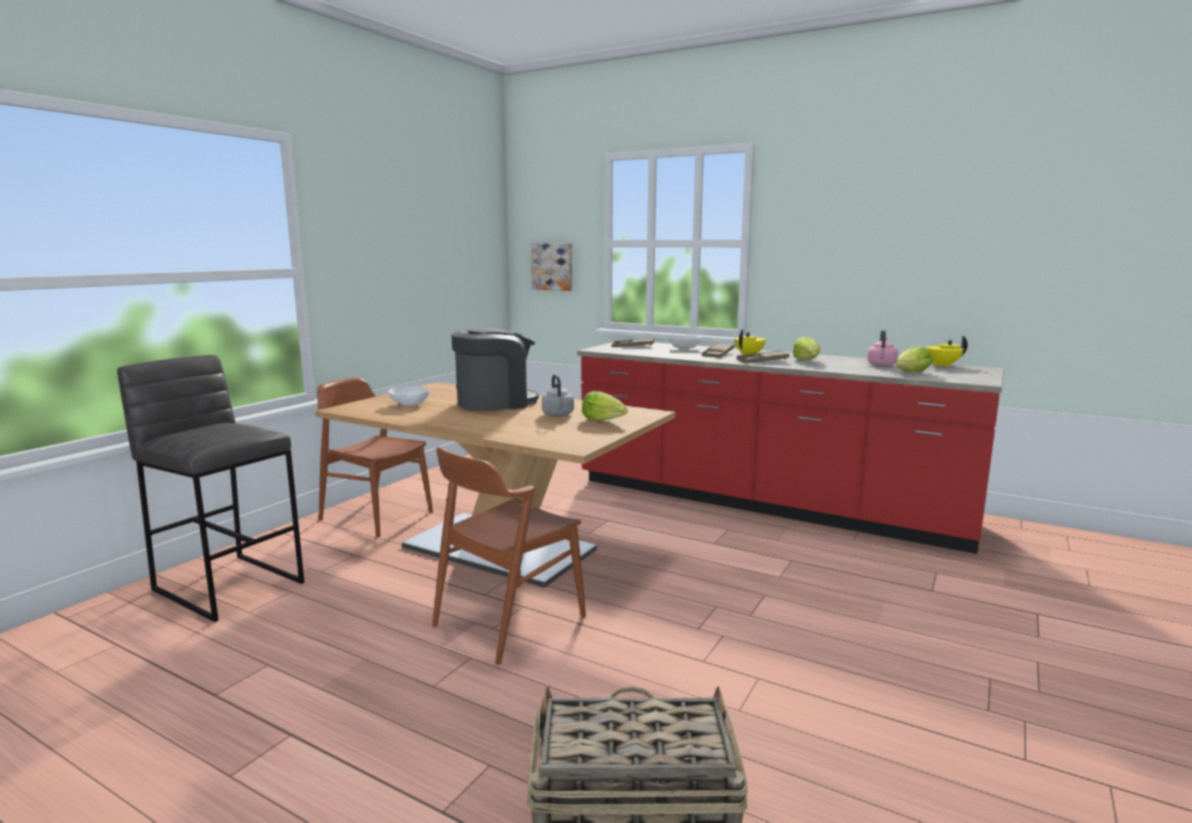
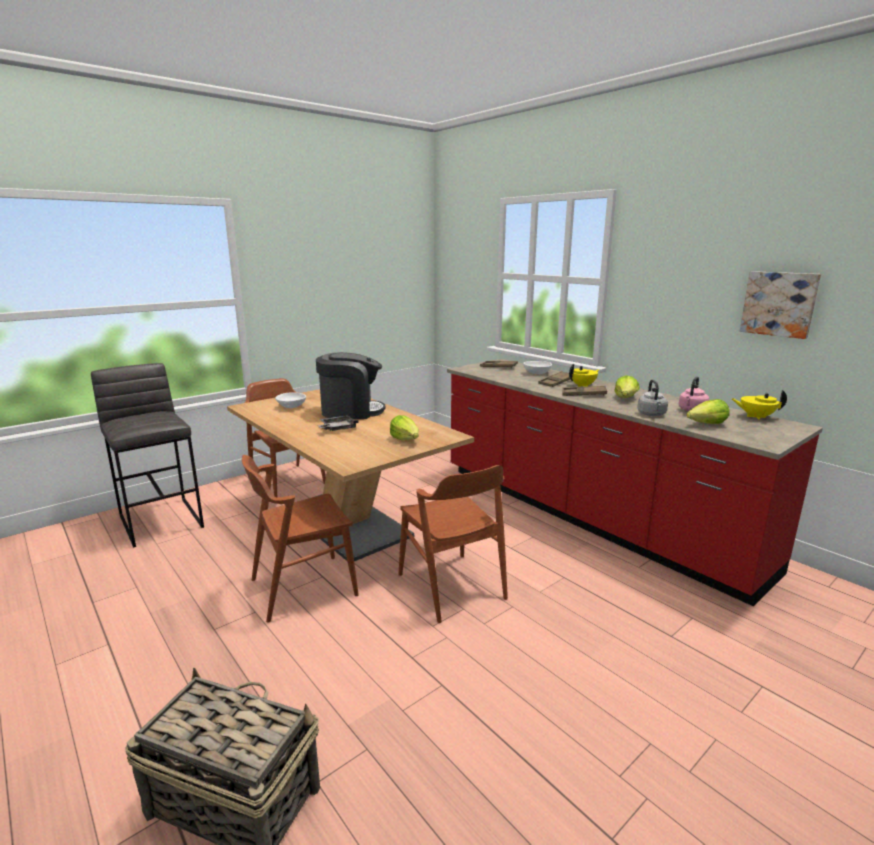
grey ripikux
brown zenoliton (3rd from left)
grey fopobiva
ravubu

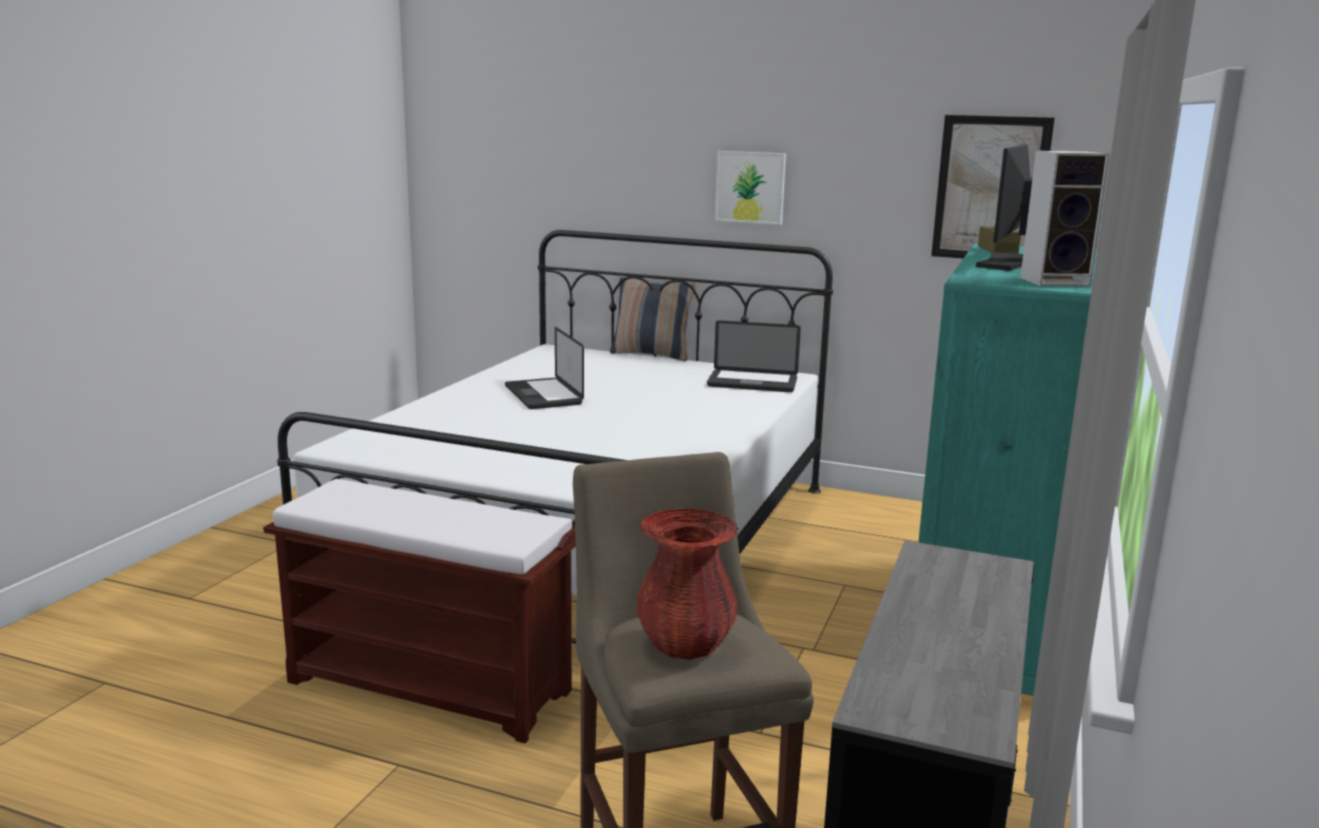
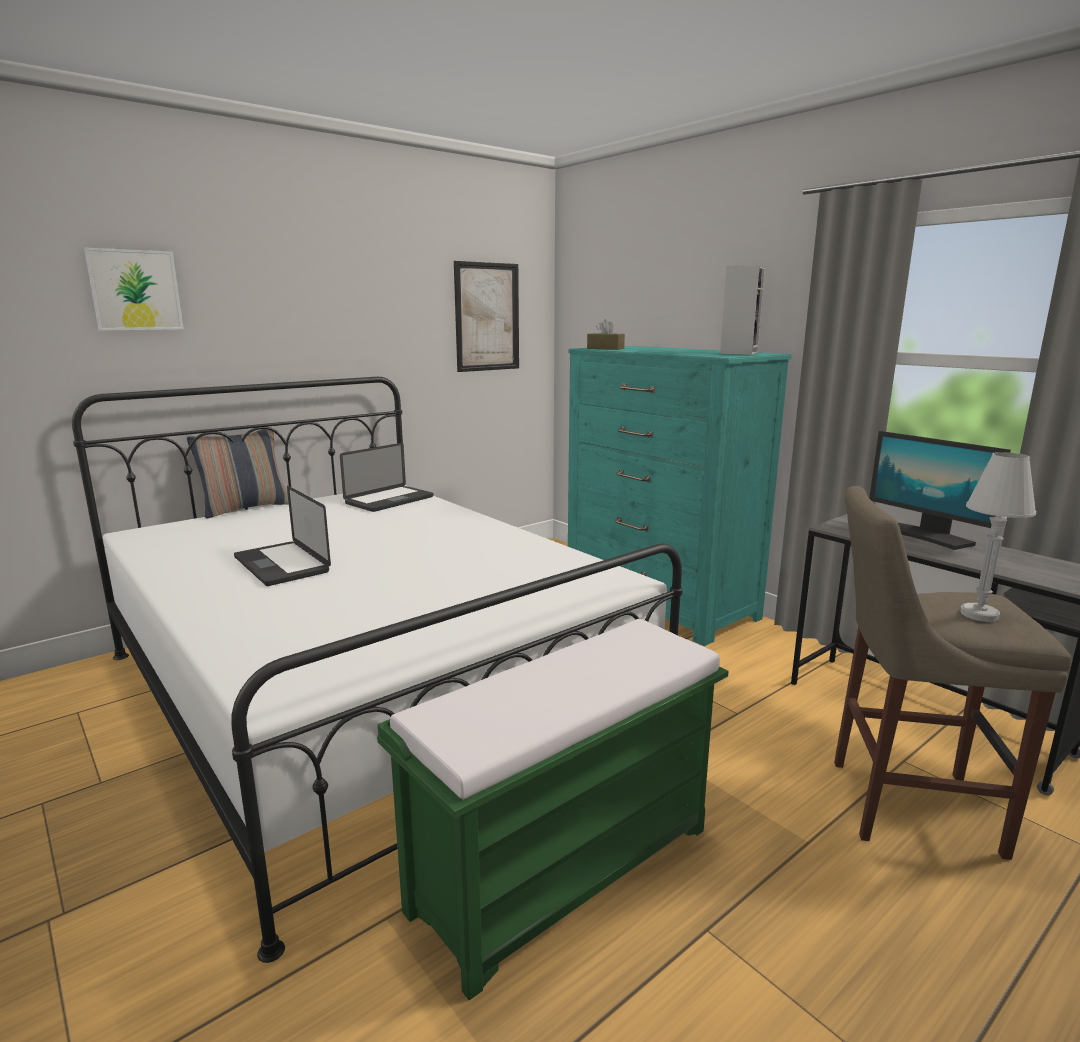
ravubu (1st from left)
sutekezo (1st from left)
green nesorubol
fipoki
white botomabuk

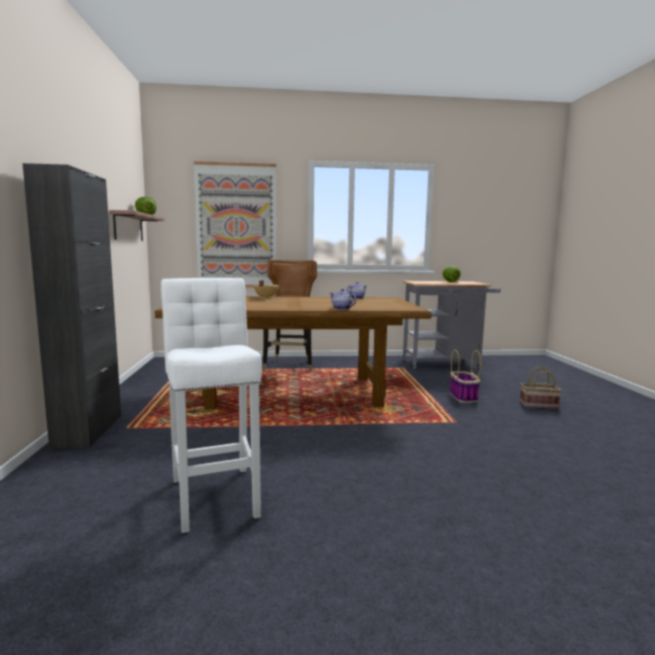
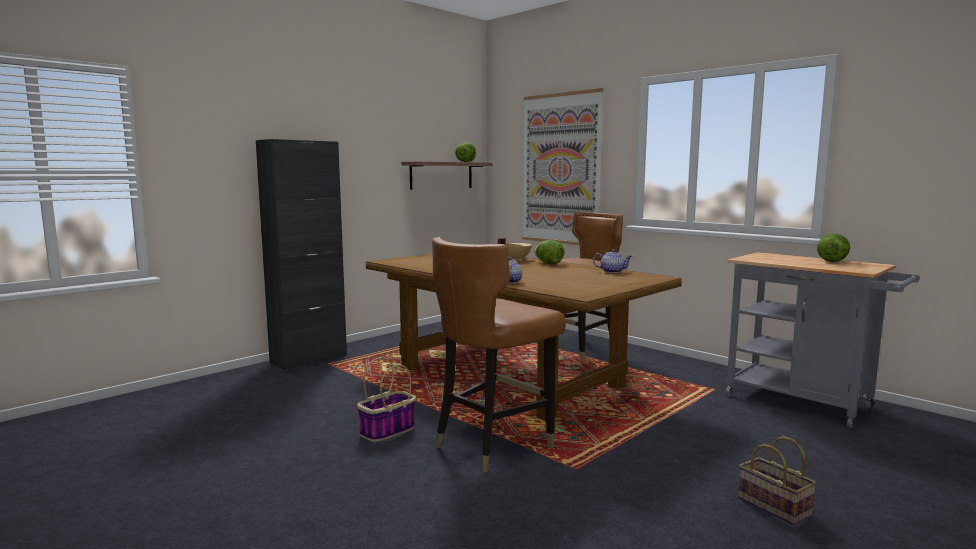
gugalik (1st from left)
brown zenoliton (1st from left)
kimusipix (2nd from left)
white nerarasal

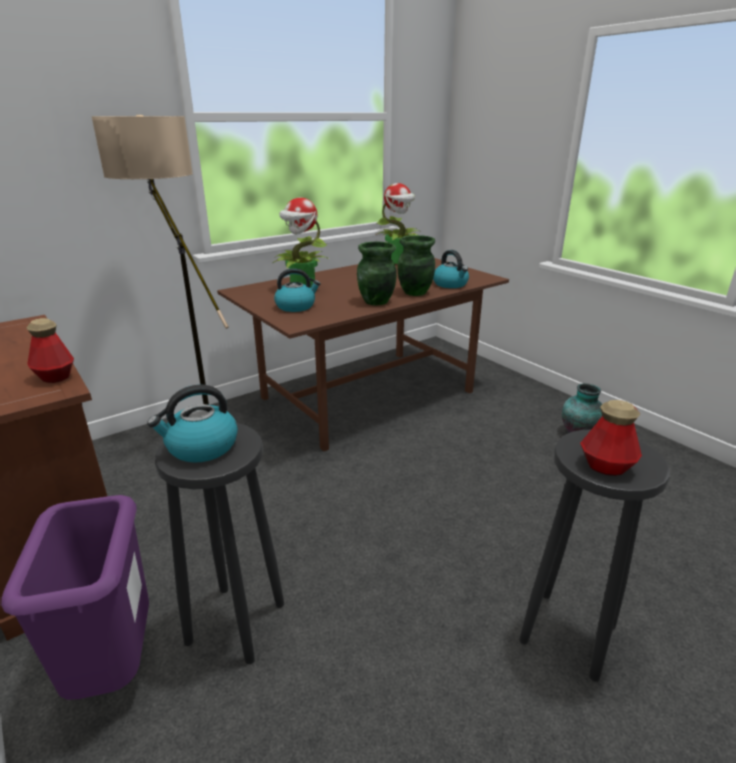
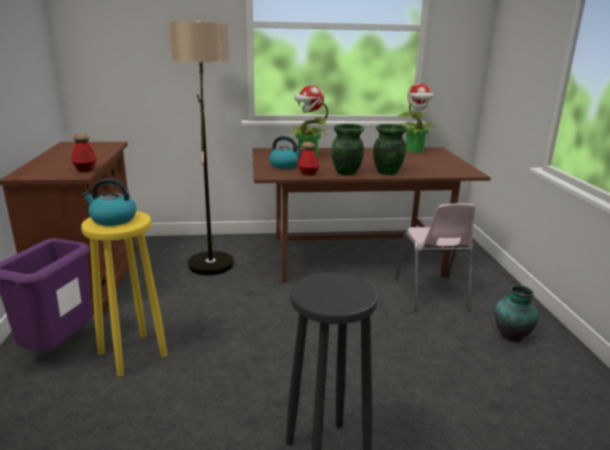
yellow nerarasal
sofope (2nd from left)
pink zenoliton
fopobiva (3rd from left in the first image)

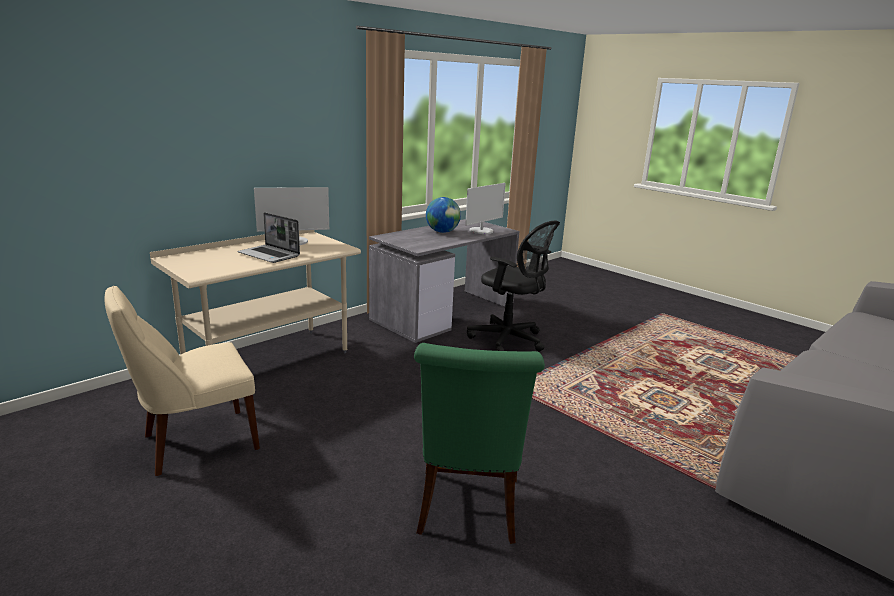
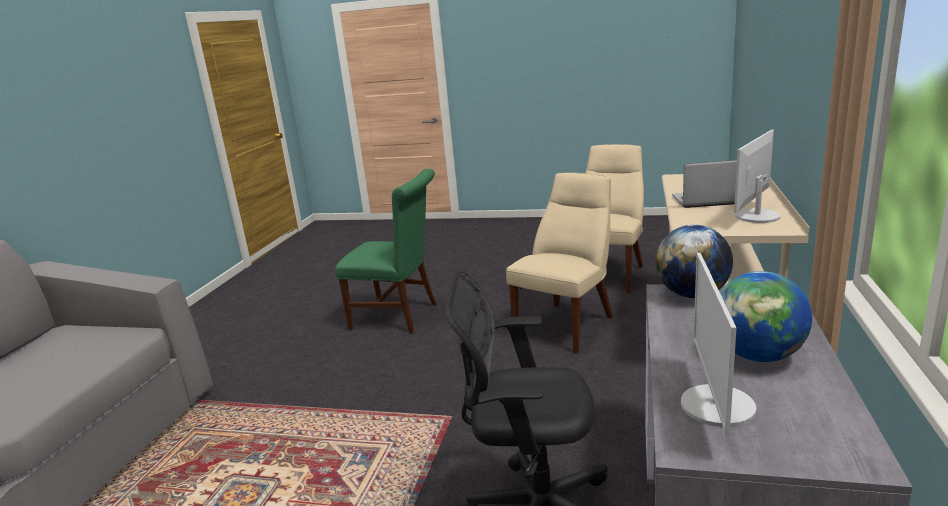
green zenoliton
beige zenoliton (1st from left)
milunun (1st from left)

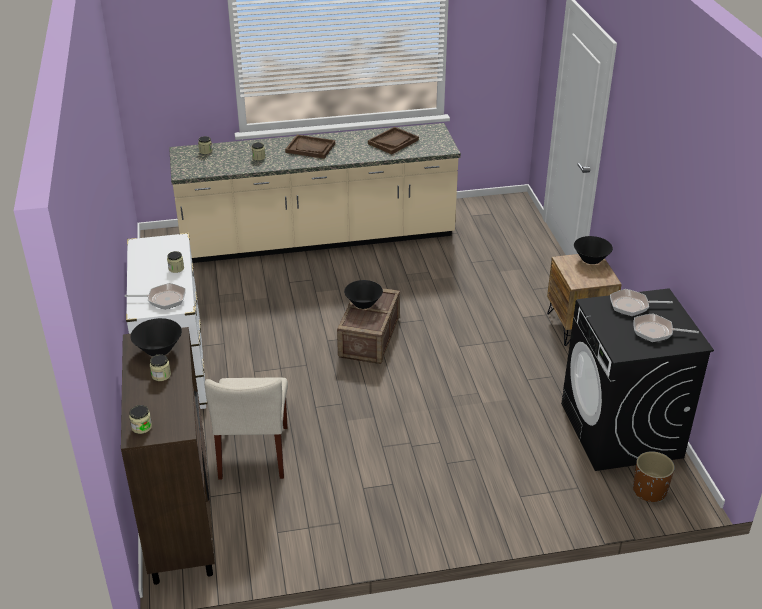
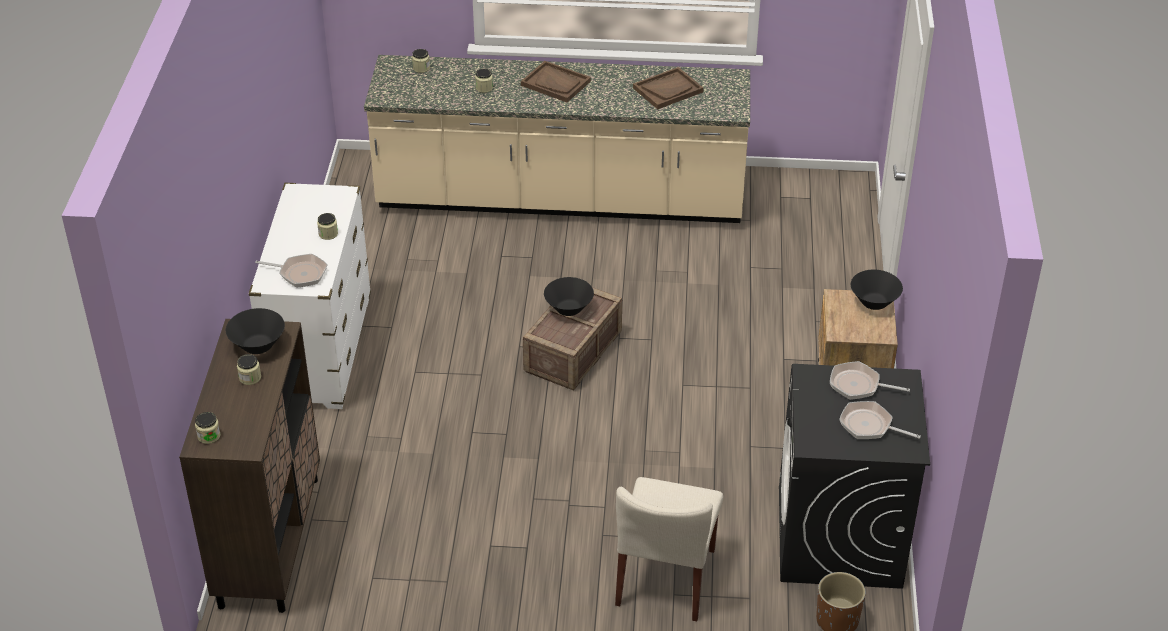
beige zenoliton

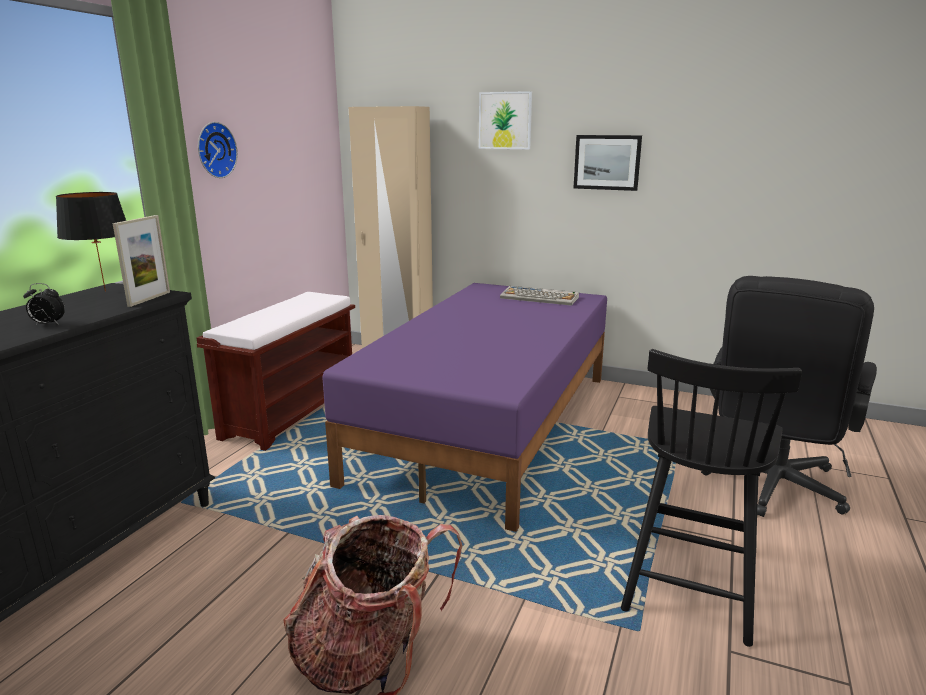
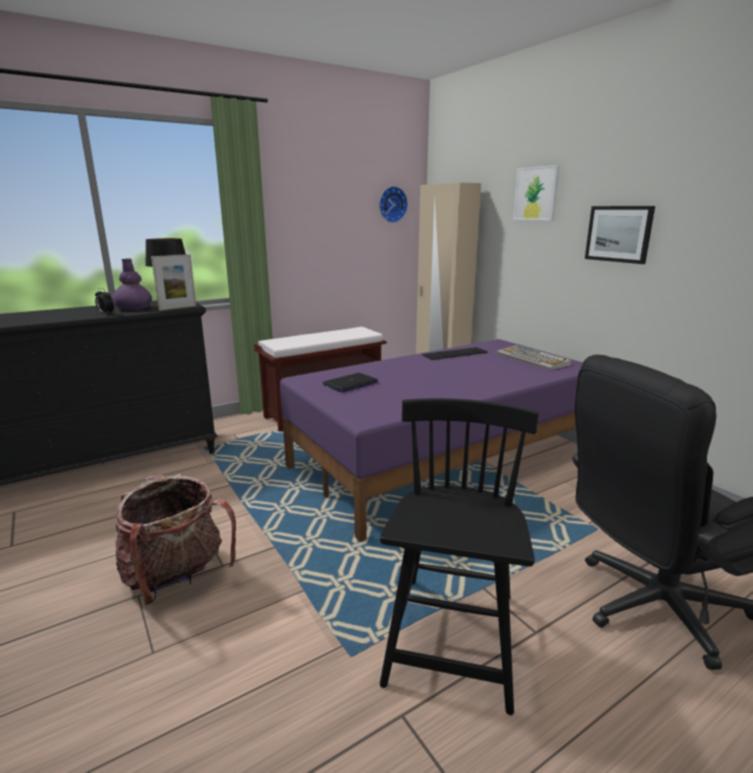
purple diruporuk
sutekezo
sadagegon
black zenoliton
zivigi (1st from left)

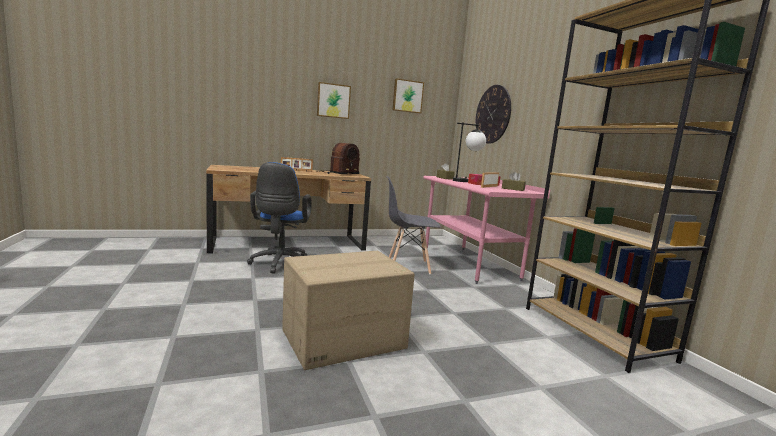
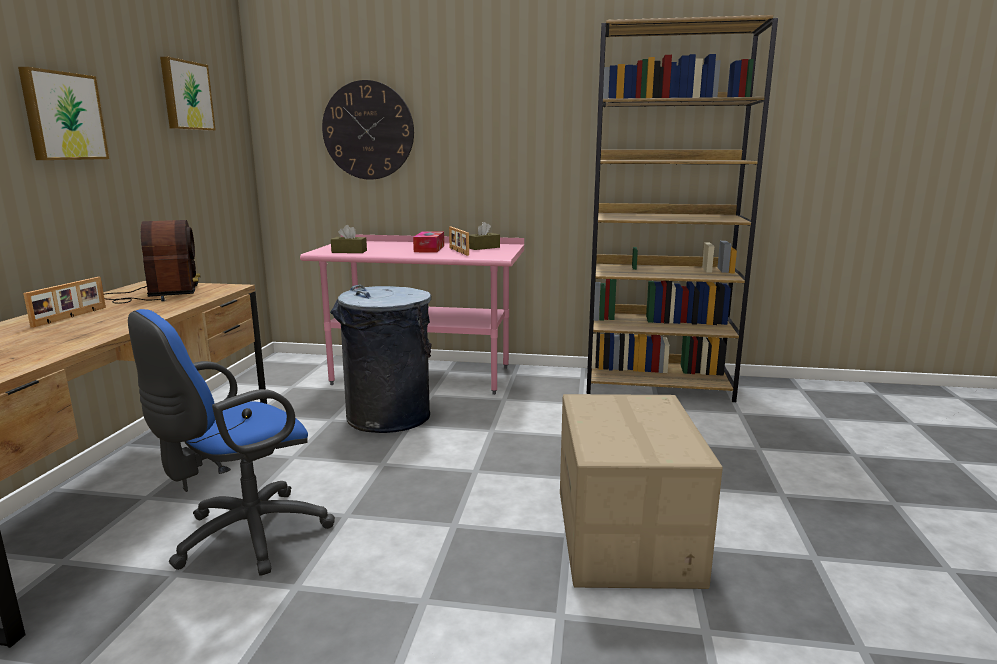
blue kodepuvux
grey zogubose
botomabuk

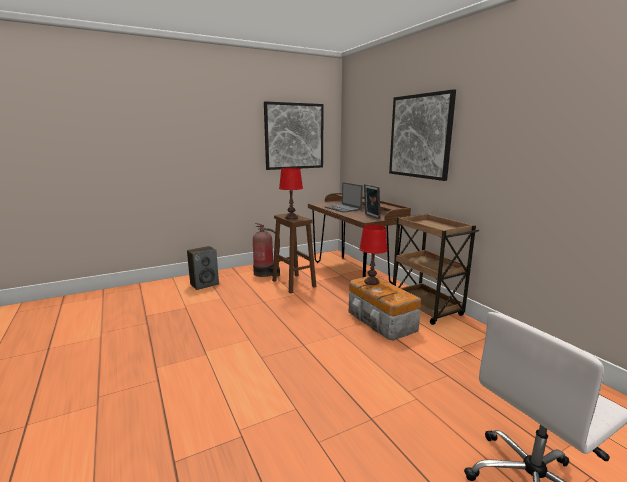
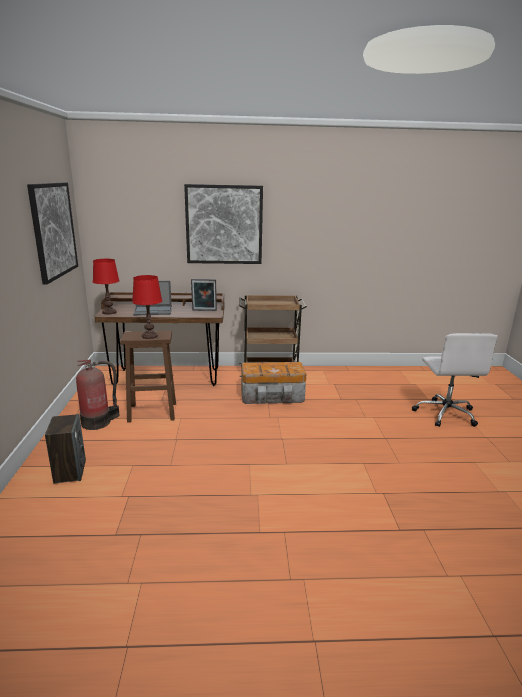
red botomabuk (1st from left)

